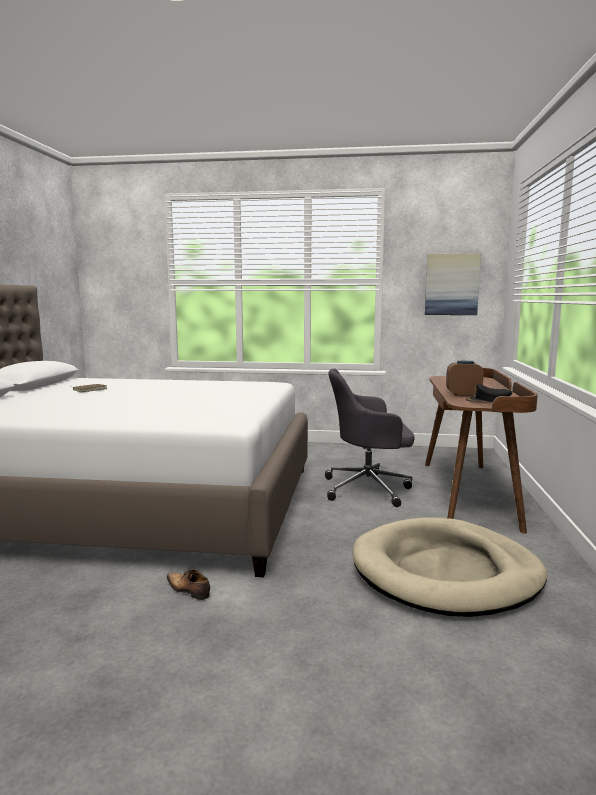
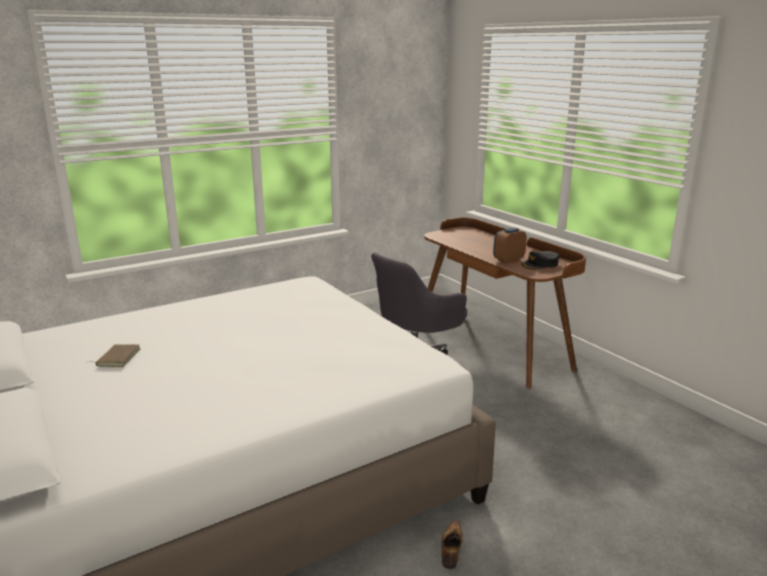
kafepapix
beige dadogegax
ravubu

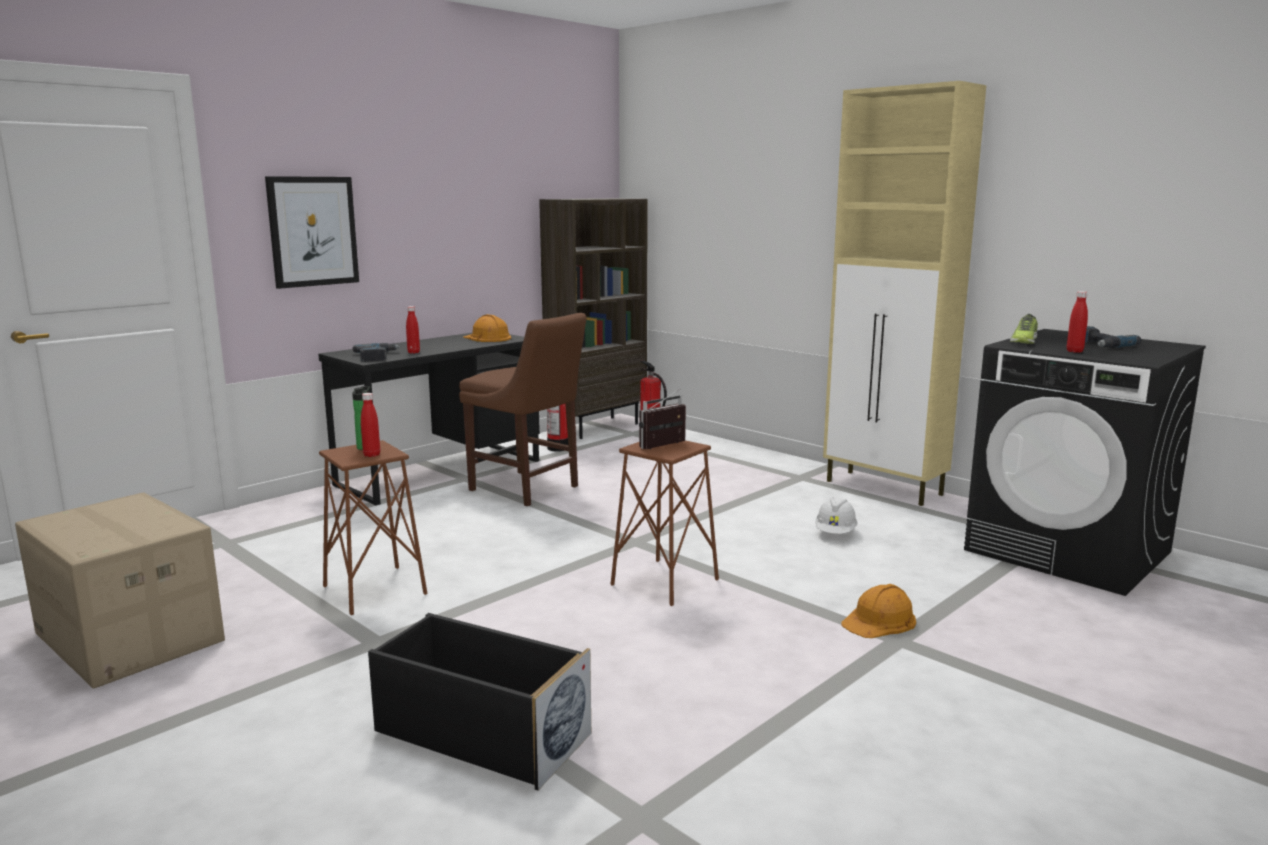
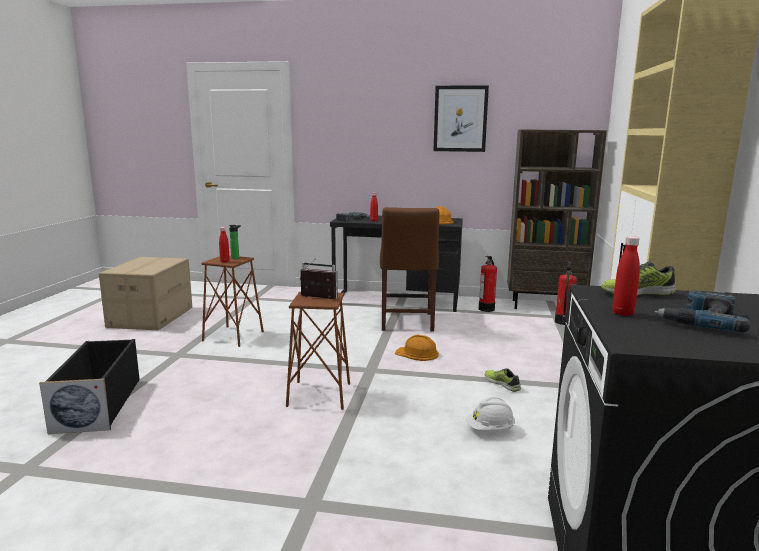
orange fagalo (1st from left)
ravubu
kafepapix (1st from left)

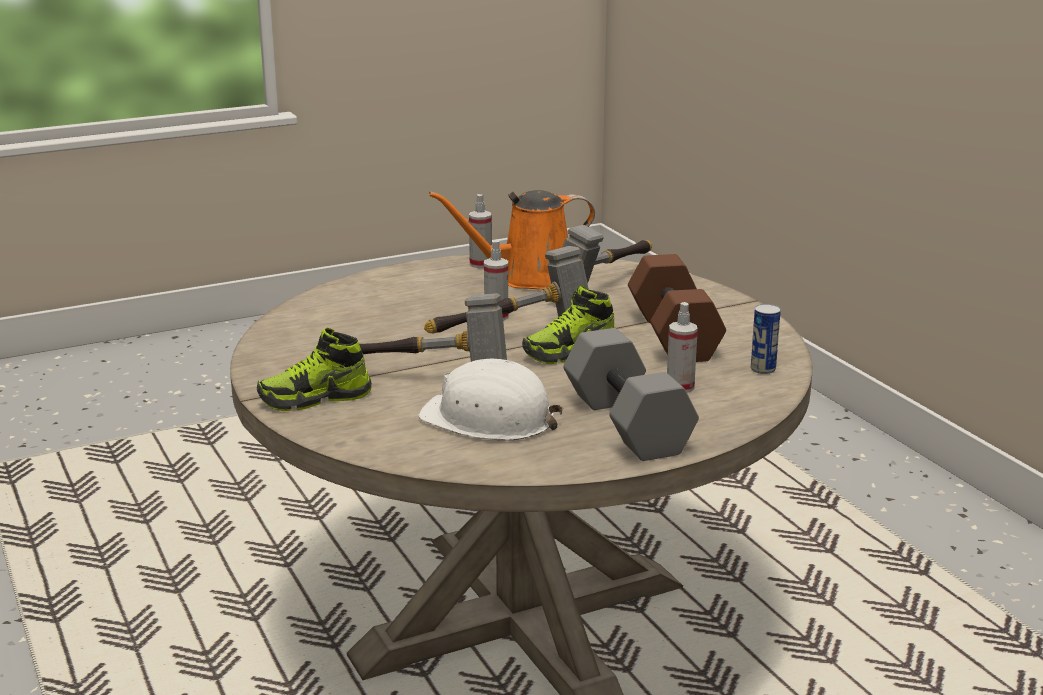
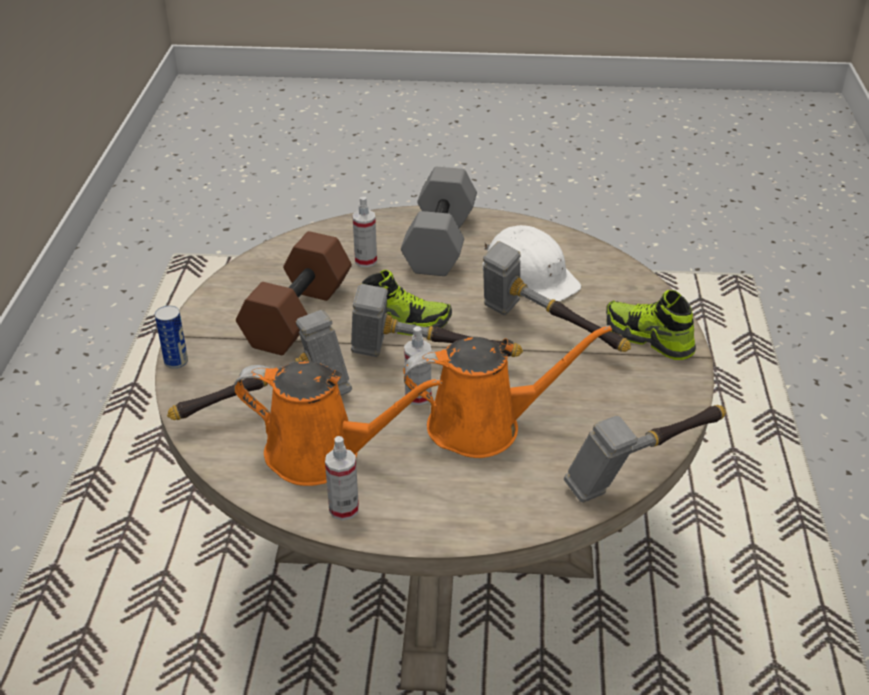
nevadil
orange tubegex (2nd from left)
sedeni (4th from left)
kafepapix (2nd from left)

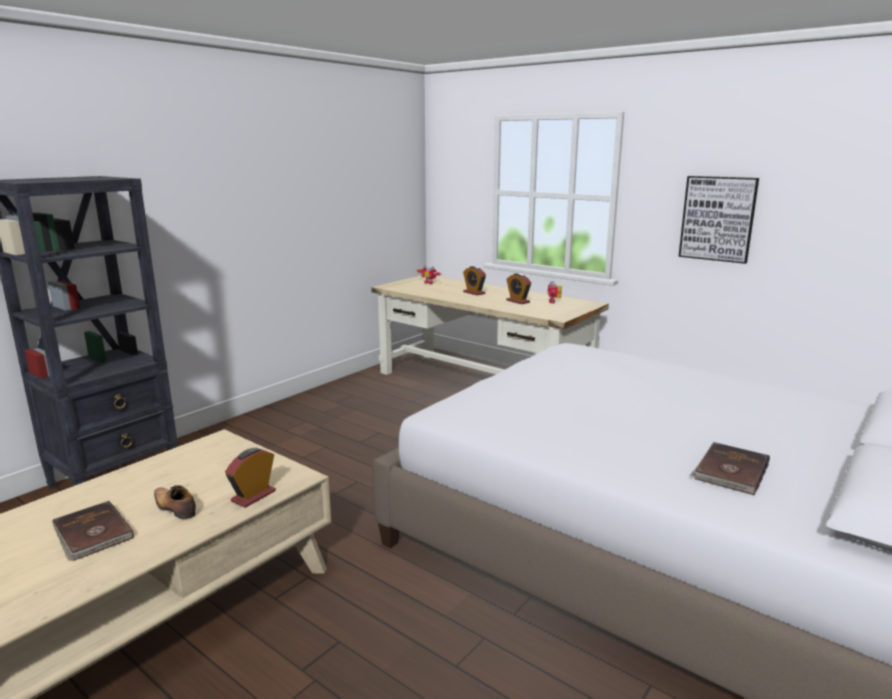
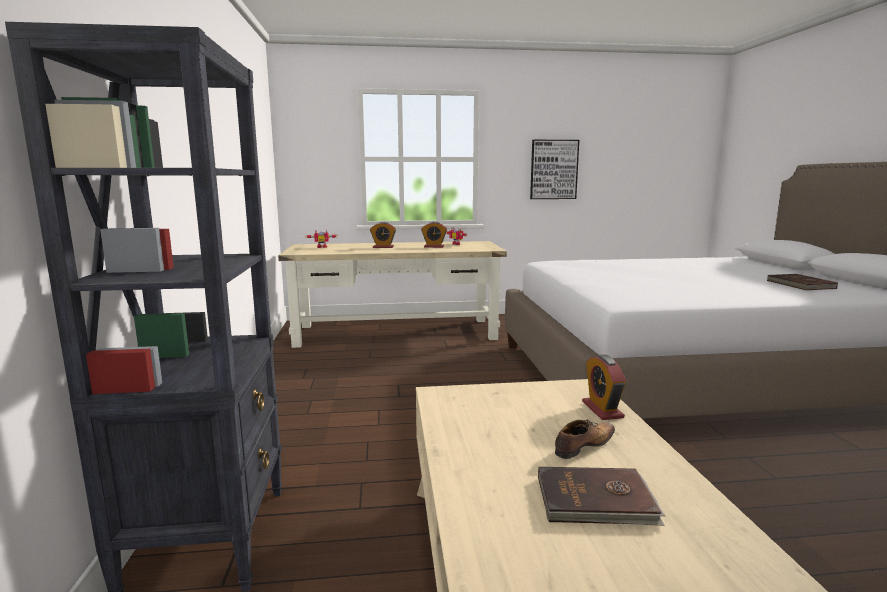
kafepapix

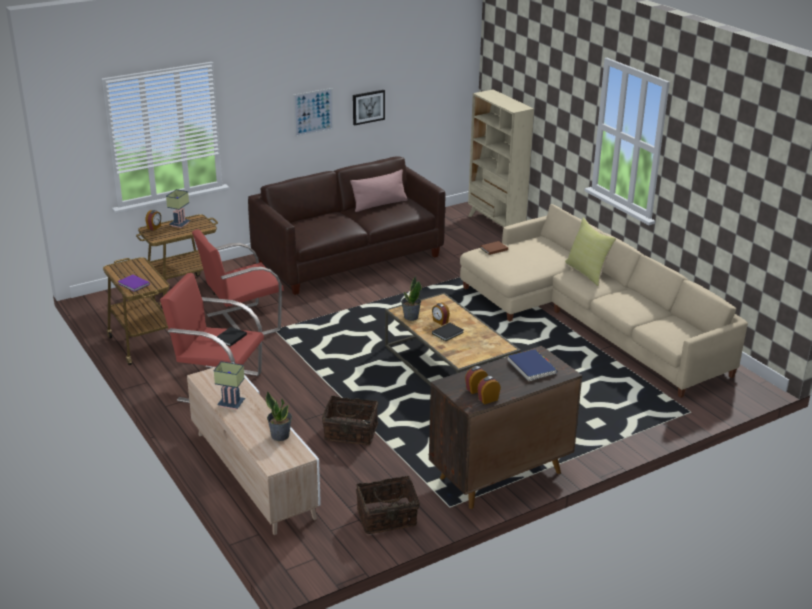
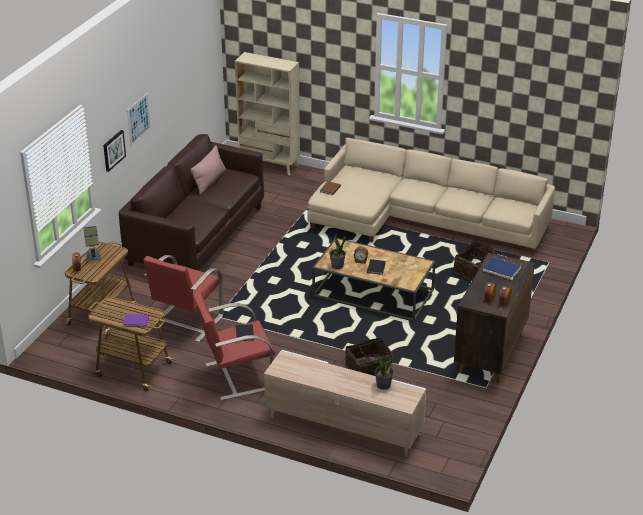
ravubu (1st from left)
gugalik (2nd from left)
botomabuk (2nd from left in the first image)
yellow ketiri

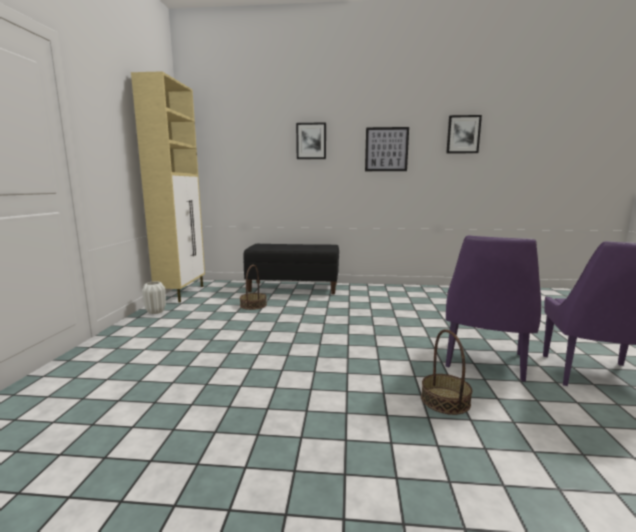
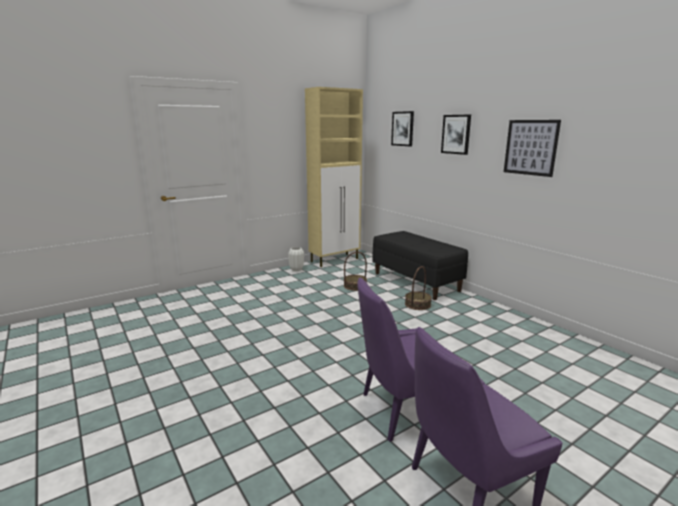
ravubu (1st from left)
gugalik (2nd from left)

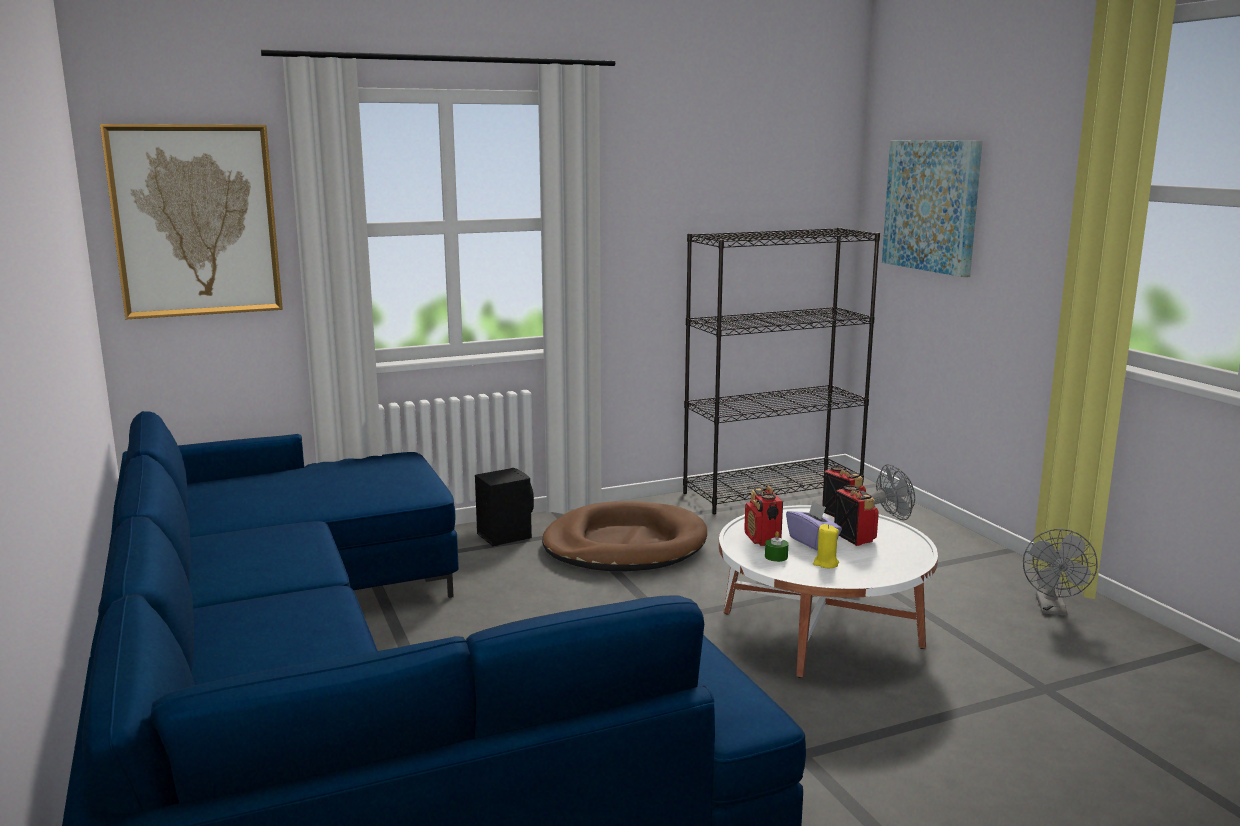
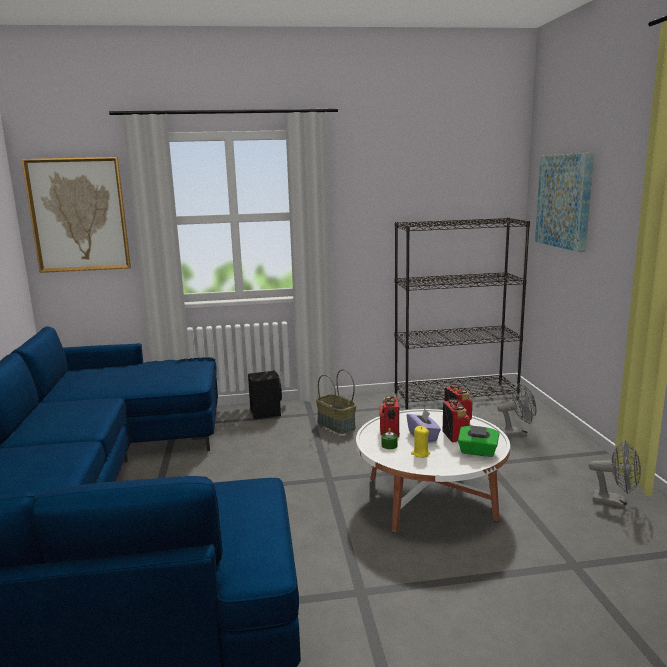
gugalik
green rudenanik
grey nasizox (2nd from left)

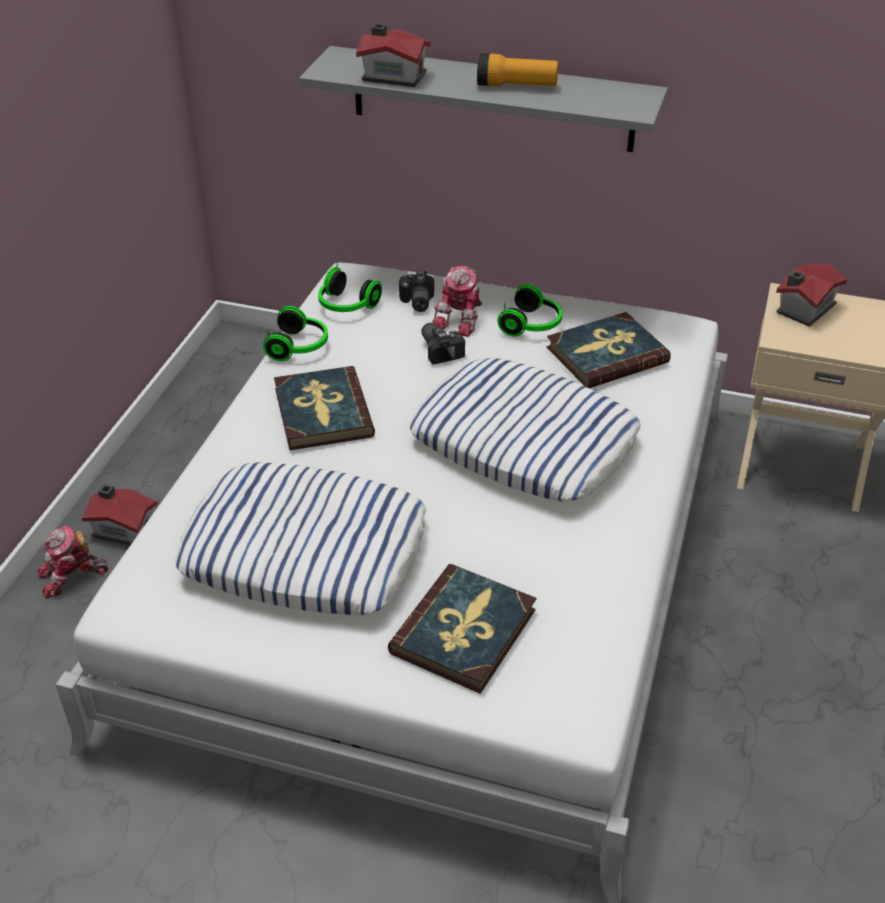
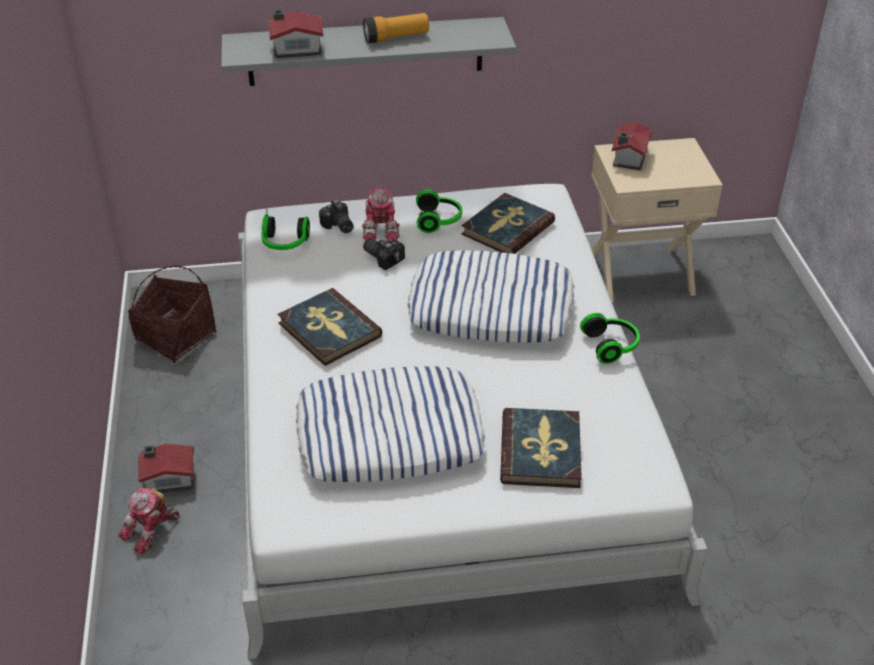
gugalik
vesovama (3rd from left)

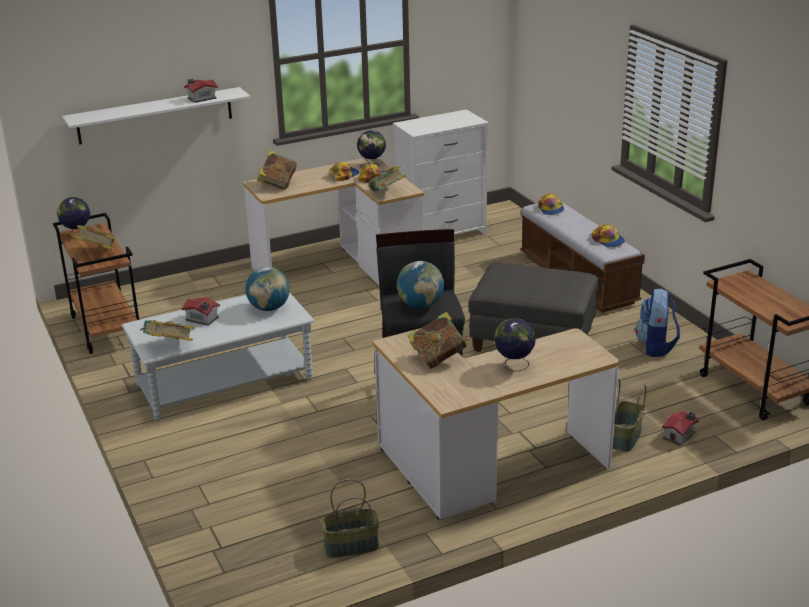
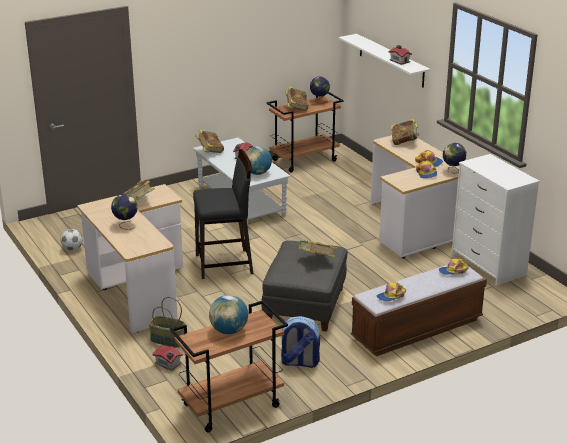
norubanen
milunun (2nd from left)
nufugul (4th from left)

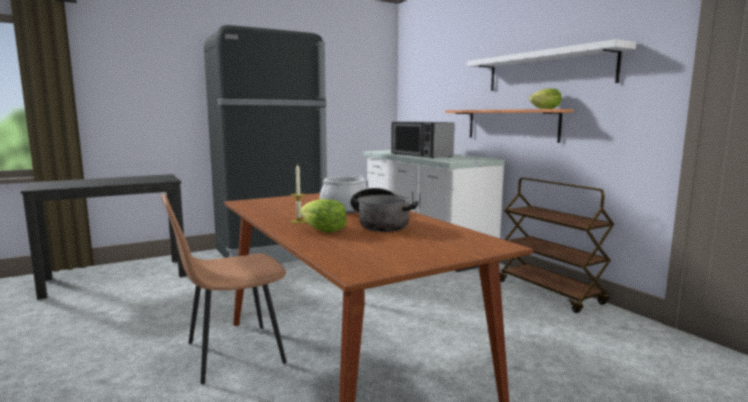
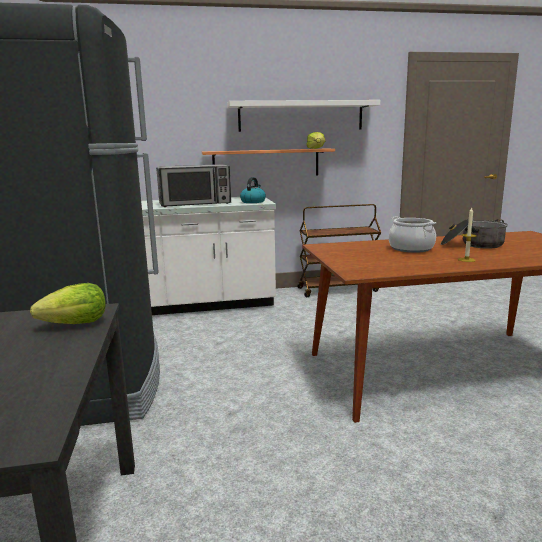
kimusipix (1st from left)
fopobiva
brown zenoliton

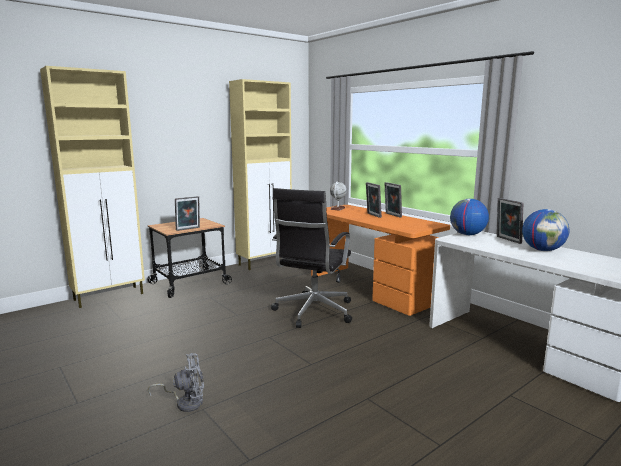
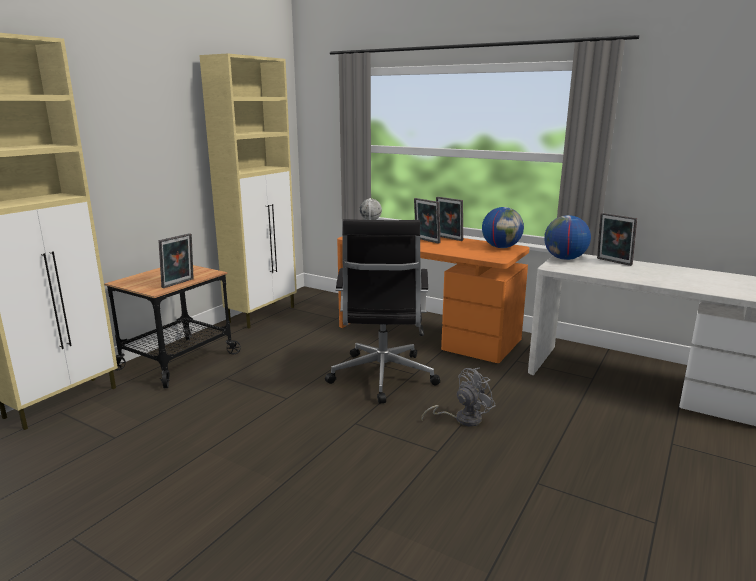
grey nasizox
milunun (2nd from left)

